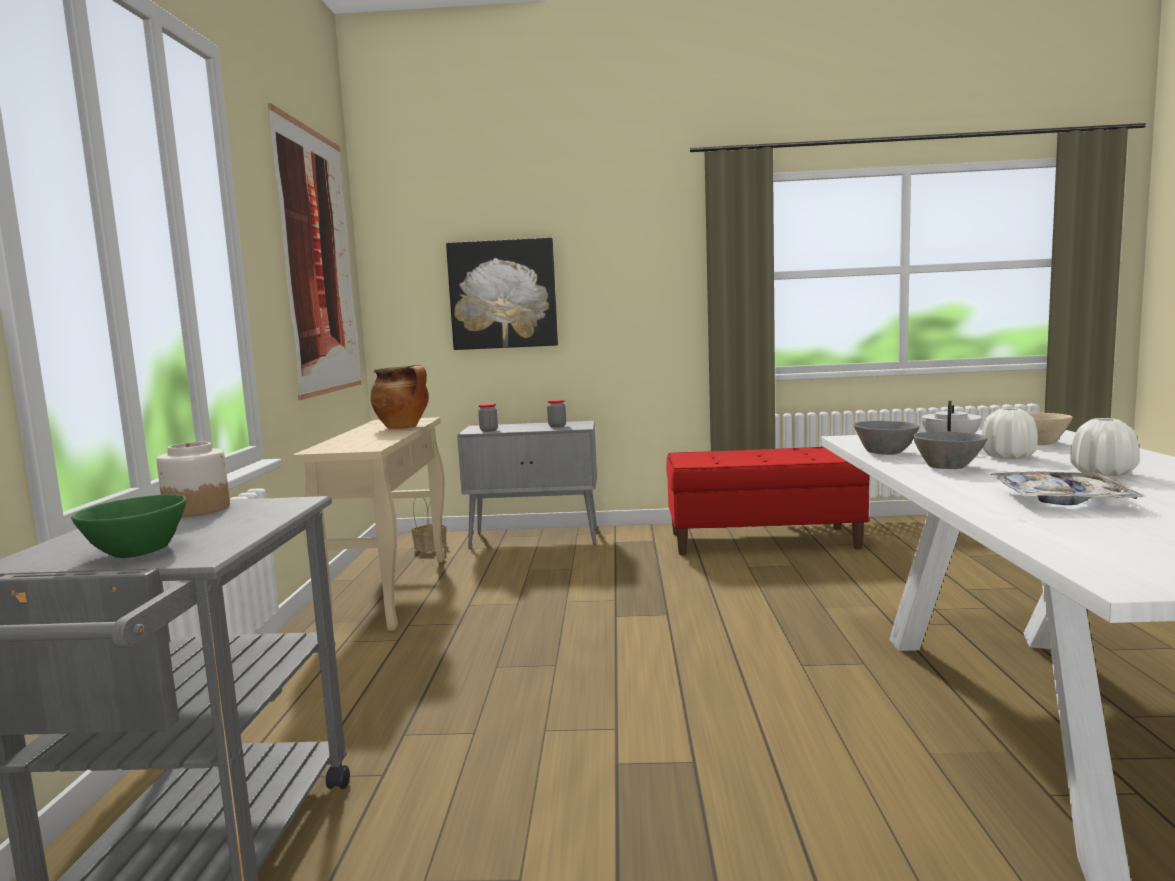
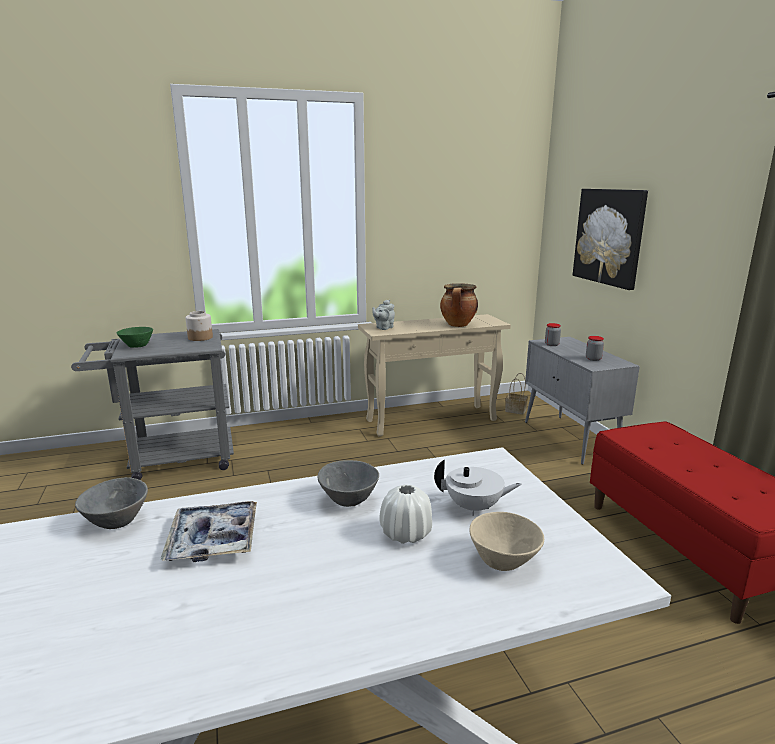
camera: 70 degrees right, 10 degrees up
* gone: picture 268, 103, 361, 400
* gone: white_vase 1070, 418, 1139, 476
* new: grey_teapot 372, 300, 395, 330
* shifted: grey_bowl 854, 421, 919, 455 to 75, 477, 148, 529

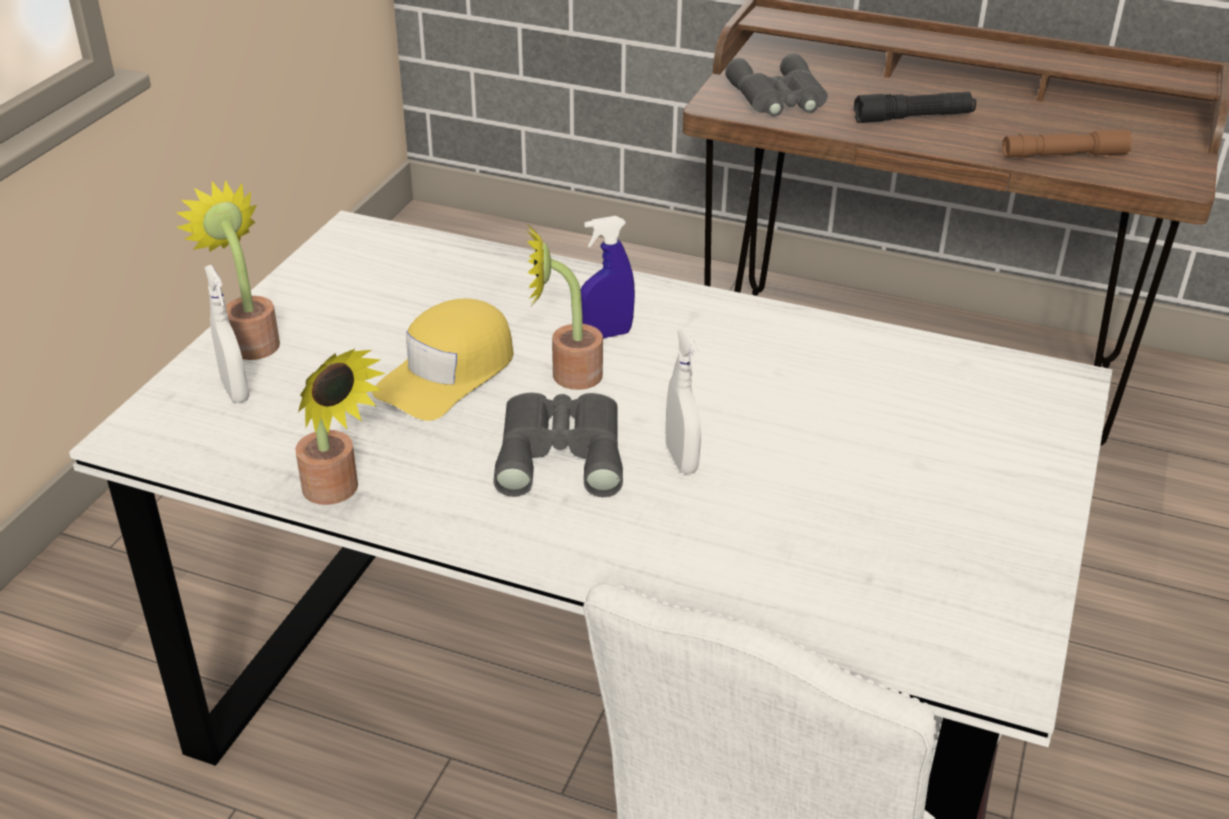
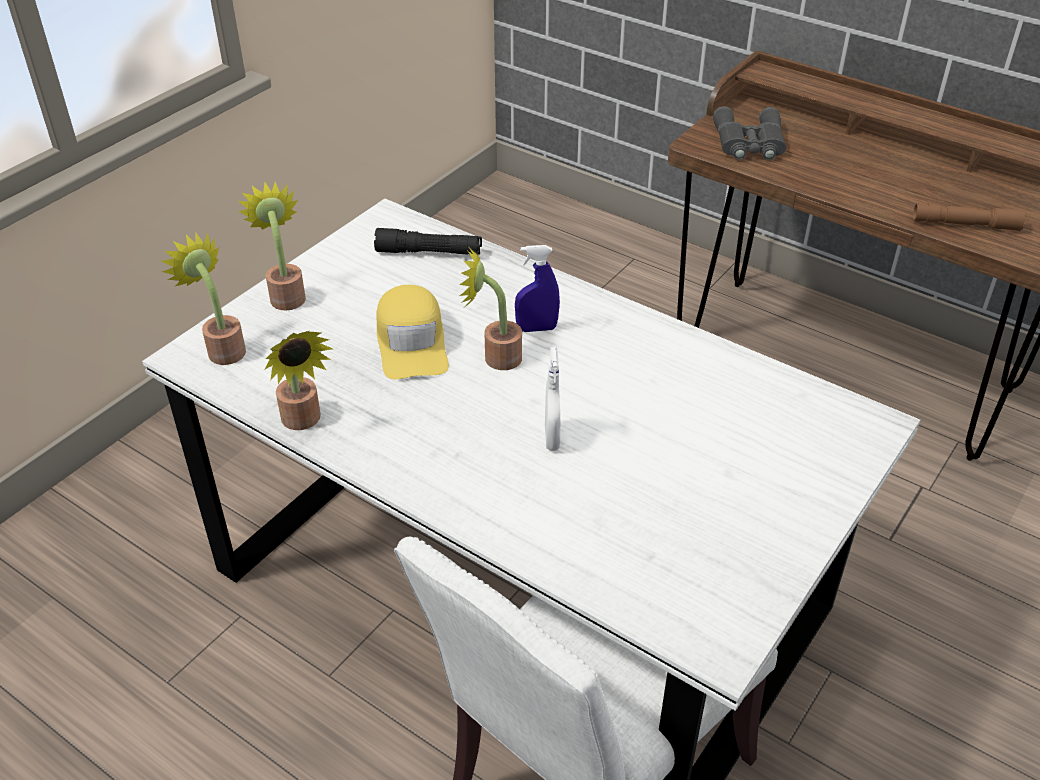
camera: 15 degrees right, 5 degrees up
* gone: white_spray_bottle 205, 265, 249, 403
* gone: grey_binoculars 493, 393, 623, 497
* new: potted_plant 161, 232, 246, 365
* shifted: black_flashlight 854, 92, 976, 123 to 374, 228, 482, 255
* rotated: yellow_cap 372, 299, 514, 421 = 376, 285, 449, 380 60 degrees counterclockwise

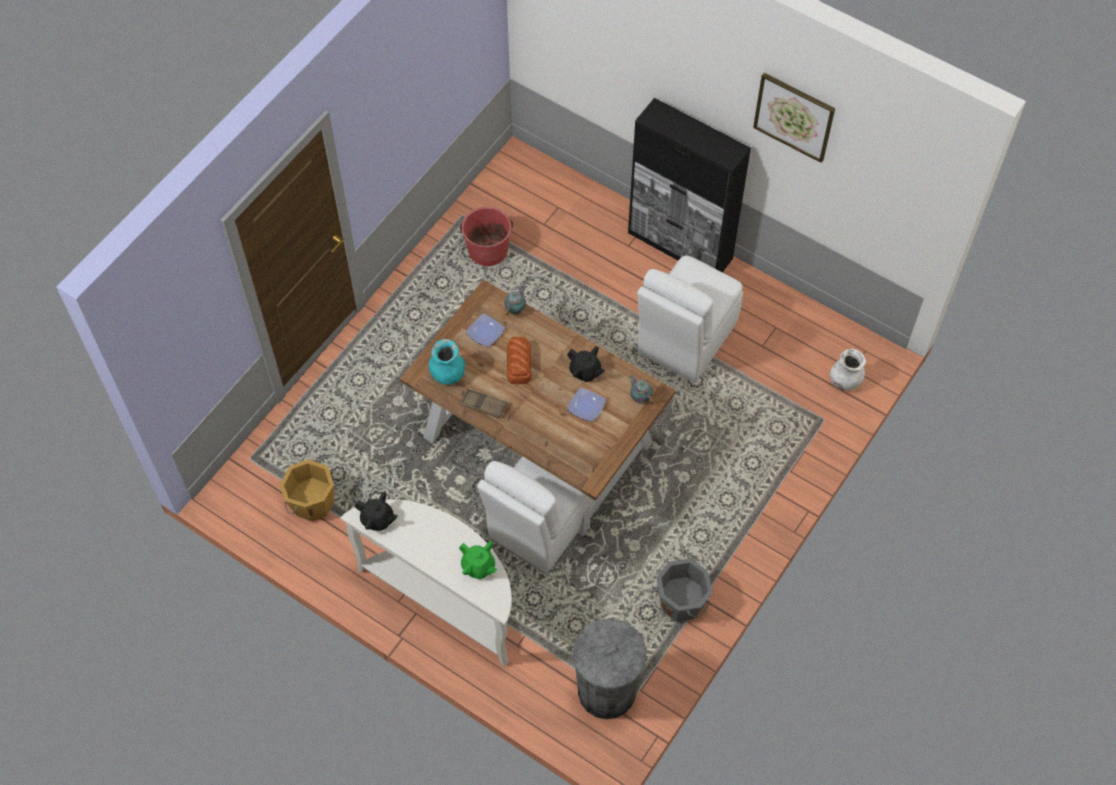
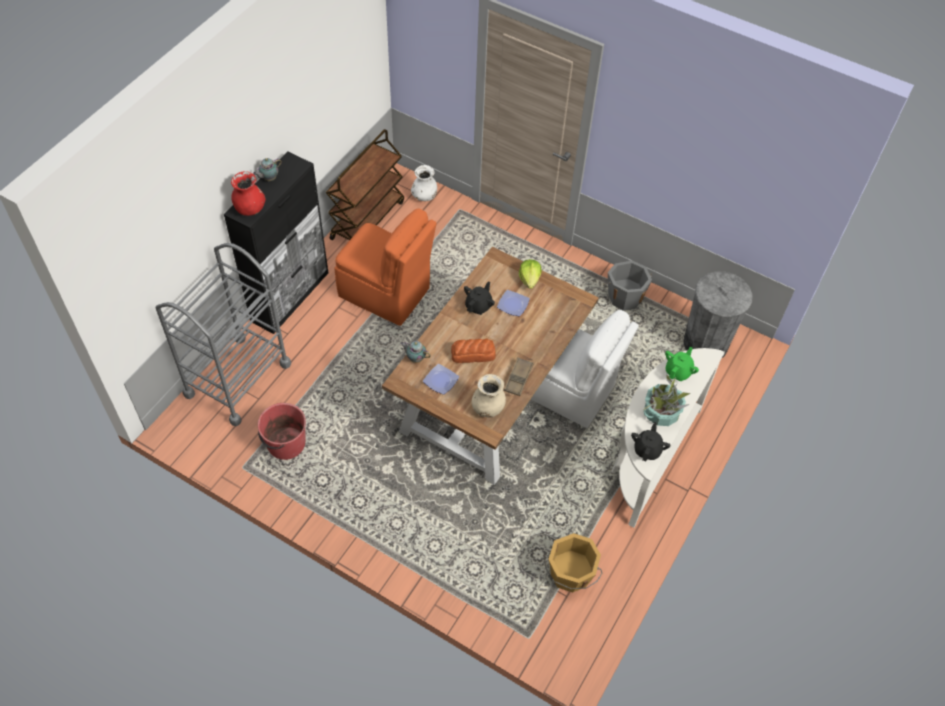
camera: 95 degrees left, 5 degrees down
* gone: picture 753, 73, 835, 163
* new: grey_cart 156, 243, 291, 426
* new: red_vase 231, 171, 266, 216
* new: brown_cart 326, 129, 404, 240
* new: lettuce 519, 259, 542, 289
* new: potted_plant 643, 373, 691, 426
* shifted: teapot 629, 375, 653, 404 to 253, 158, 282, 181
* repainted: turquoise_vase 429, 339, 465, 385 to beige_vase 472, 374, 506, 418
* repainted: white_chair 637, 256, 743, 383 to orange_chair 334, 208, 437, 326

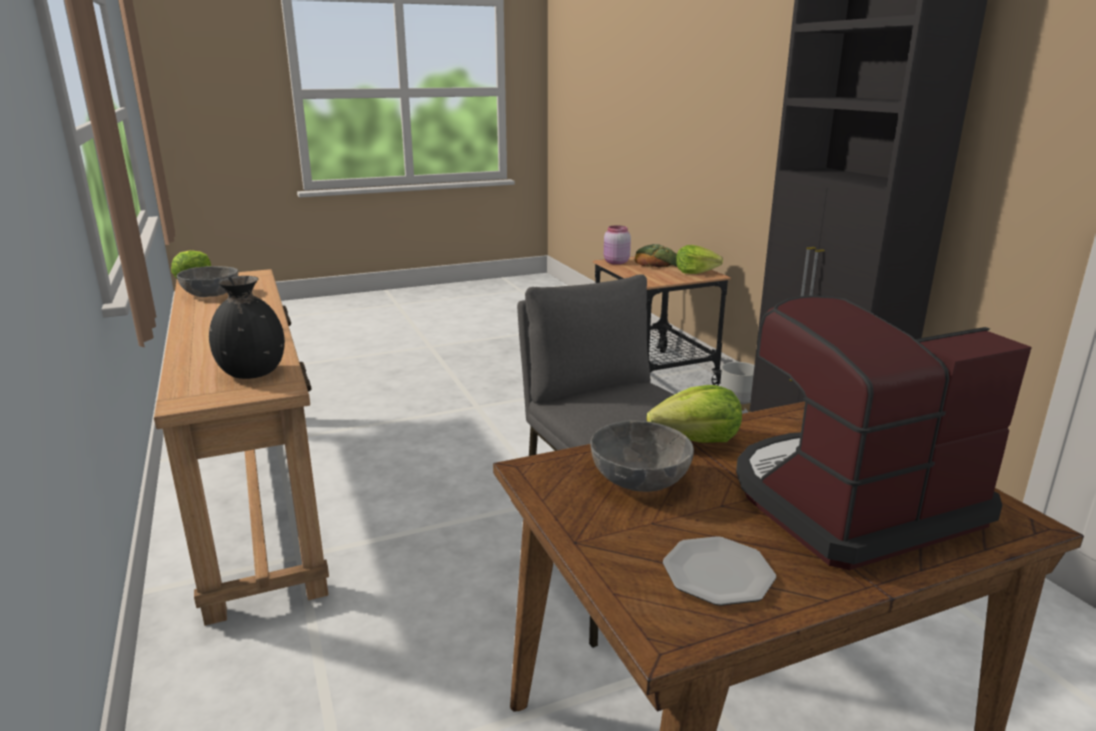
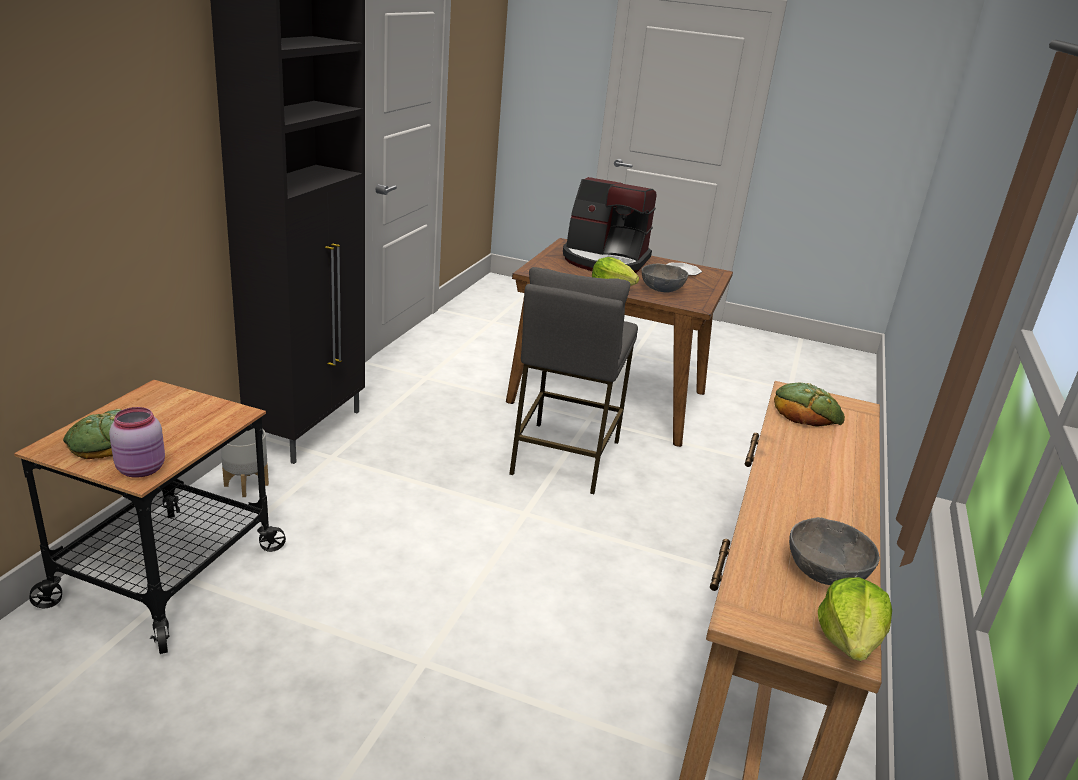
camera: 140 degrees left, 5 degrees up
* gone: lettuce 676, 245, 723, 274
* swapped: black_vase 209, 276, 285, 379 to bread 774, 383, 845, 427

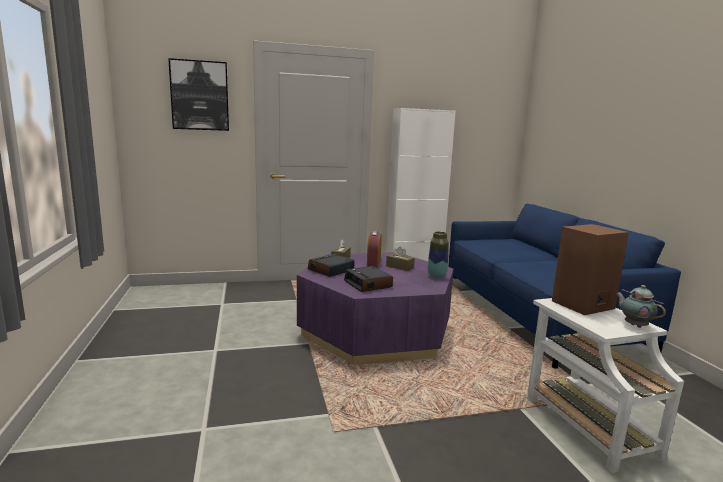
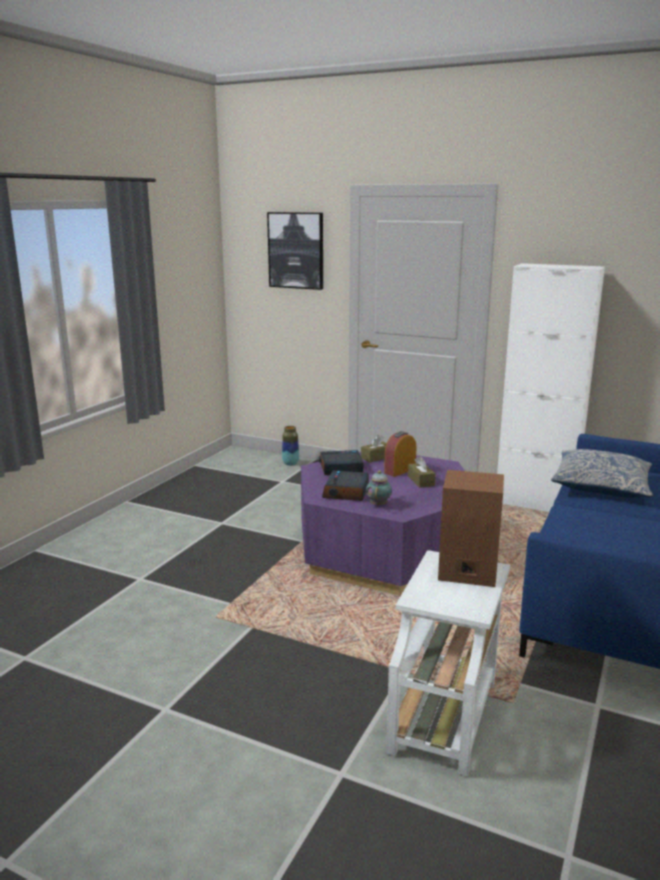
camera: 40 degrees right, 5 degrees up
* new: pillow 551, 449, 653, 498
* shifted: vase 428, 232, 449, 279 to 282, 426, 299, 466
* shifted: teapot 615, 285, 666, 328 to 366, 470, 392, 506

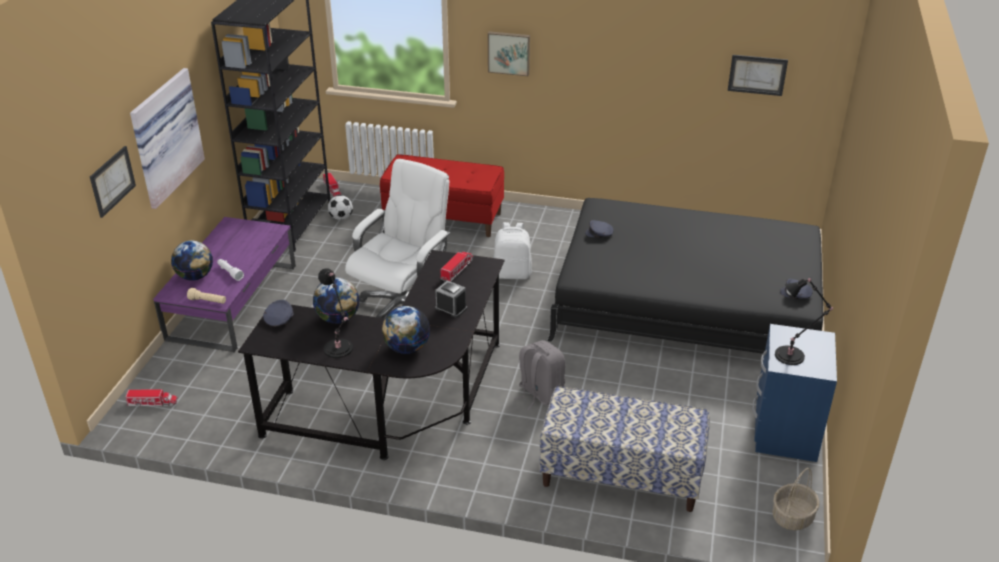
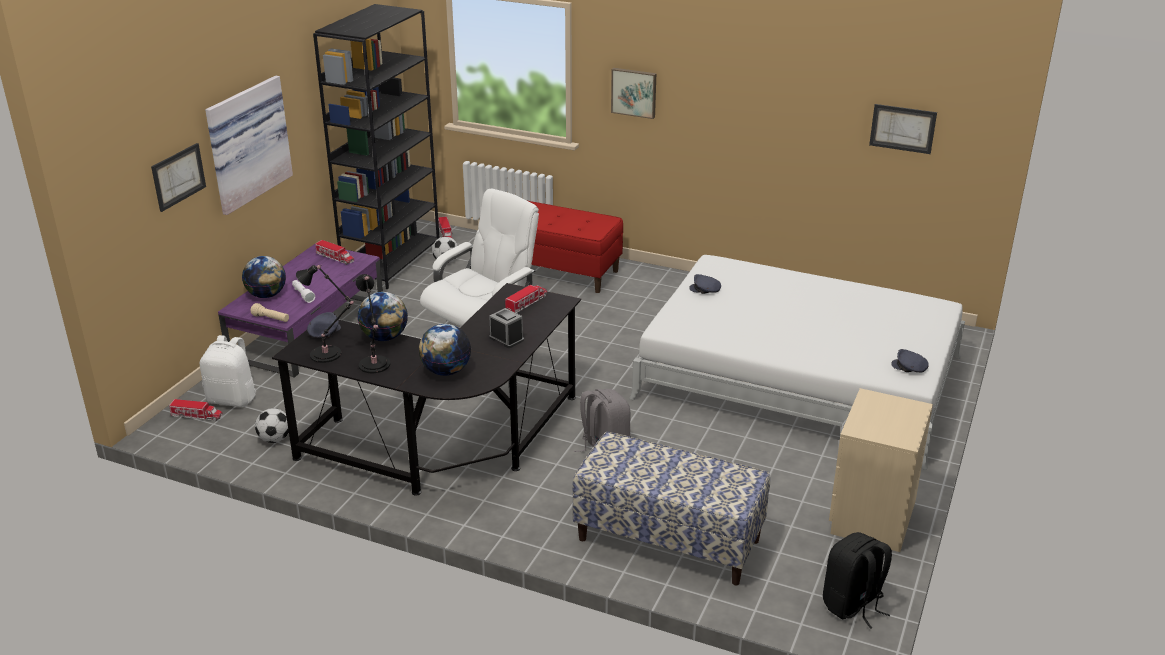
camera: 10 degrees right, 5 degrees down
* new: football 255, 408, 289, 443
* new: toy_truck 315, 240, 354, 265
* shifted: white_backpack 493, 222, 532, 279 to 200, 335, 256, 407
* shifted: black_table_lamp 775, 278, 833, 365 to 296, 265, 355, 363
* swapped: basket 772, 468, 820, 531 to black_backpack 823, 532, 892, 629
* repainted: black_bed 547, 198, 823, 354 to white_bed 629, 255, 965, 470
* repainted: blue_nightstand 752, 324, 837, 462 to beige_nightstand 829, 388, 933, 552

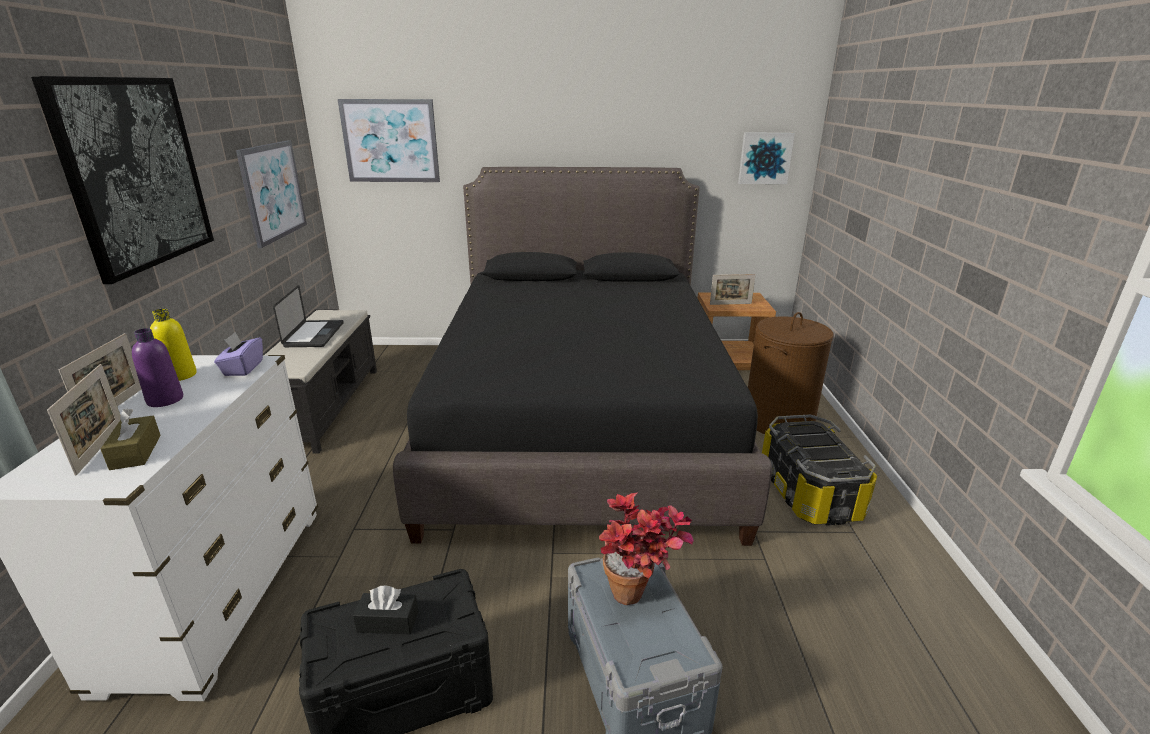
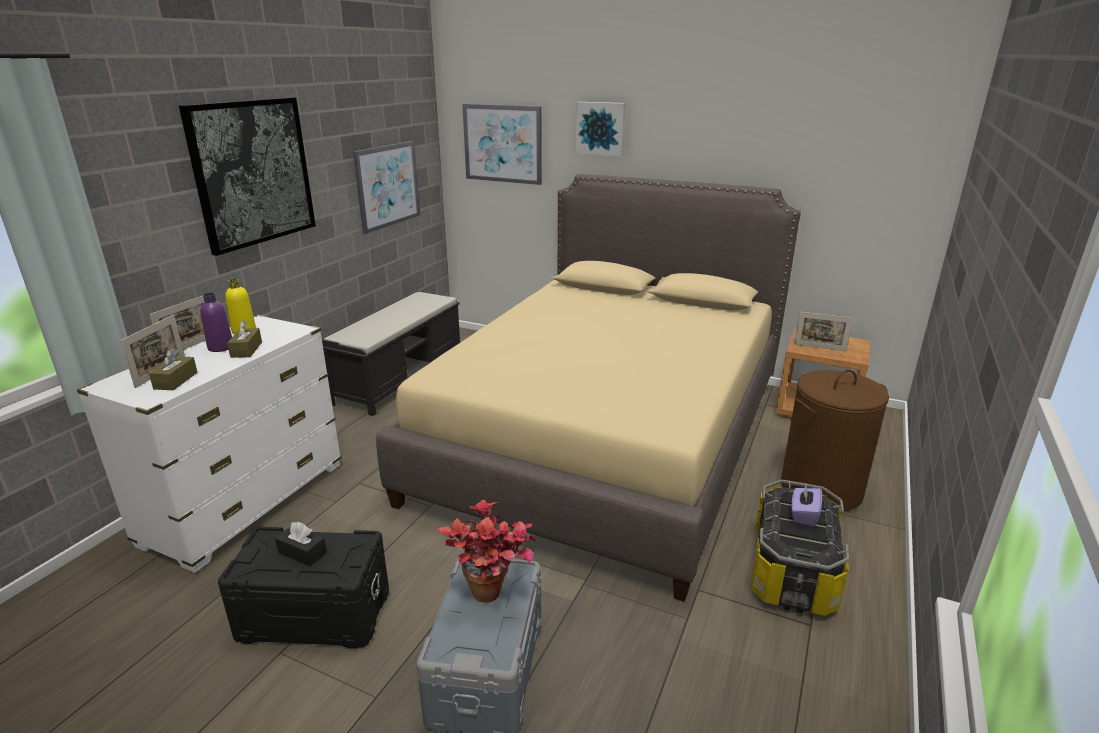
camera: 25 degrees right, 0 degrees up
* gone: laptop 273, 285, 344, 347
* new: brown_tissue_box 227, 320, 262, 358
* shifted: purple_tissue_box 214, 332, 263, 376 to 791, 484, 822, 527
* shifted: picture 738, 133, 795, 184 to 576, 102, 626, 156
* repainted: black_bed 393, 167, 772, 546 to beige_bed 376, 174, 801, 602

